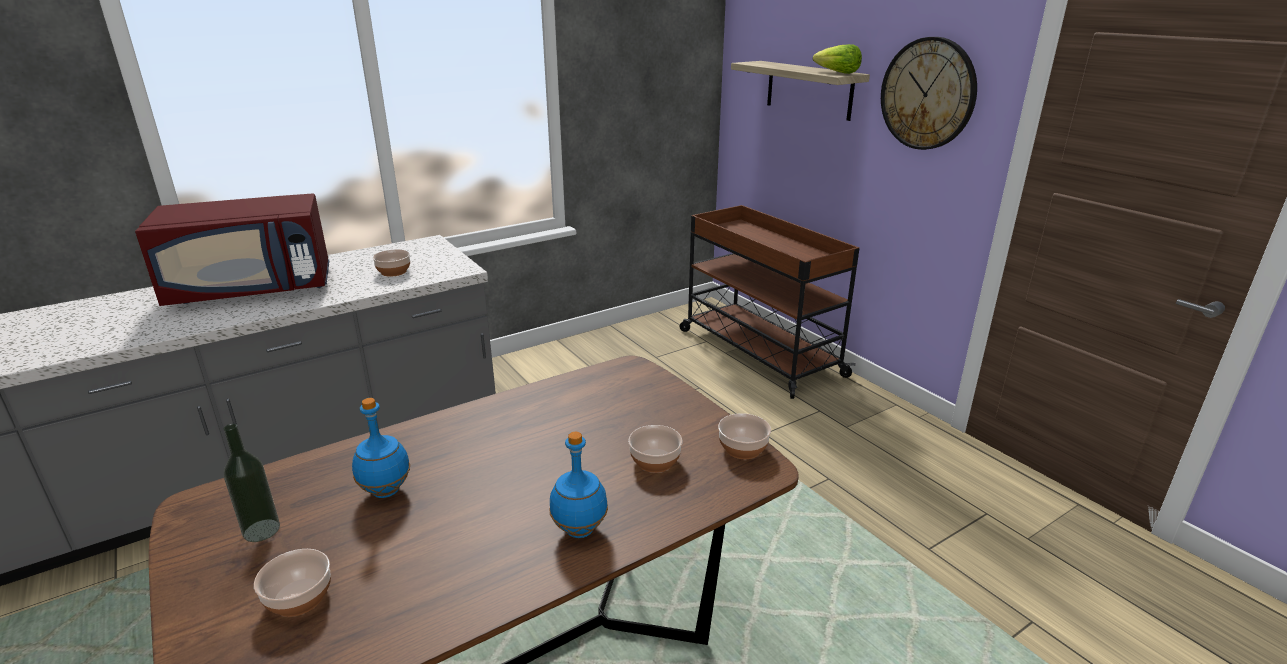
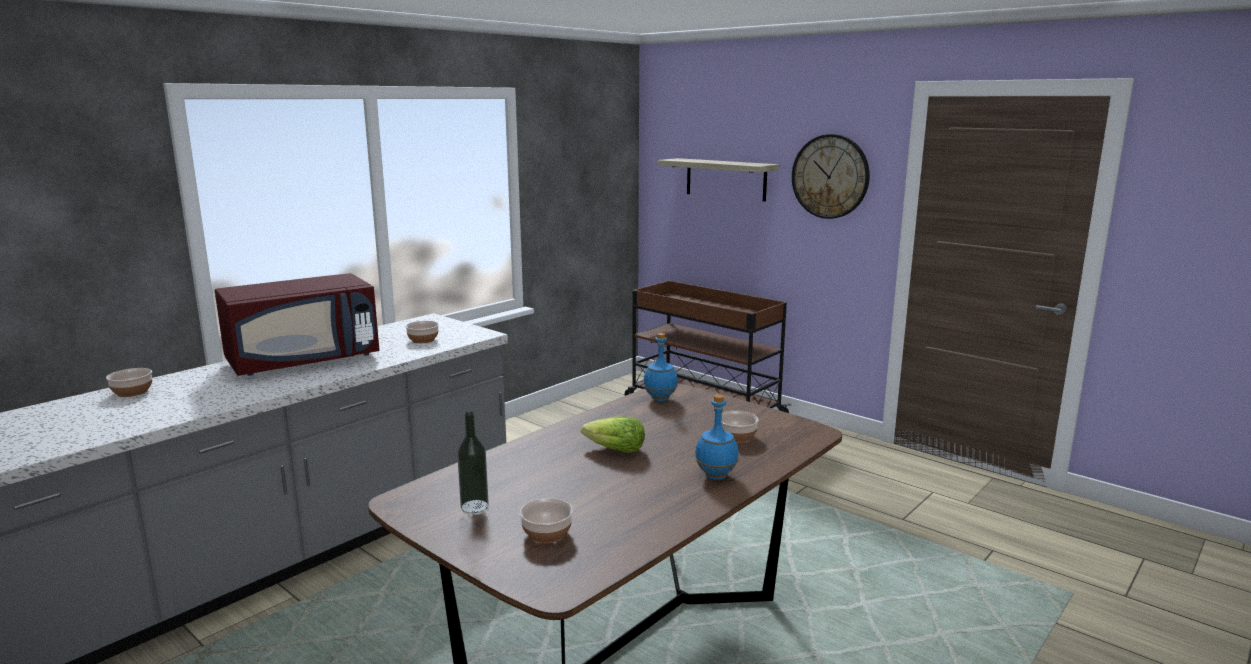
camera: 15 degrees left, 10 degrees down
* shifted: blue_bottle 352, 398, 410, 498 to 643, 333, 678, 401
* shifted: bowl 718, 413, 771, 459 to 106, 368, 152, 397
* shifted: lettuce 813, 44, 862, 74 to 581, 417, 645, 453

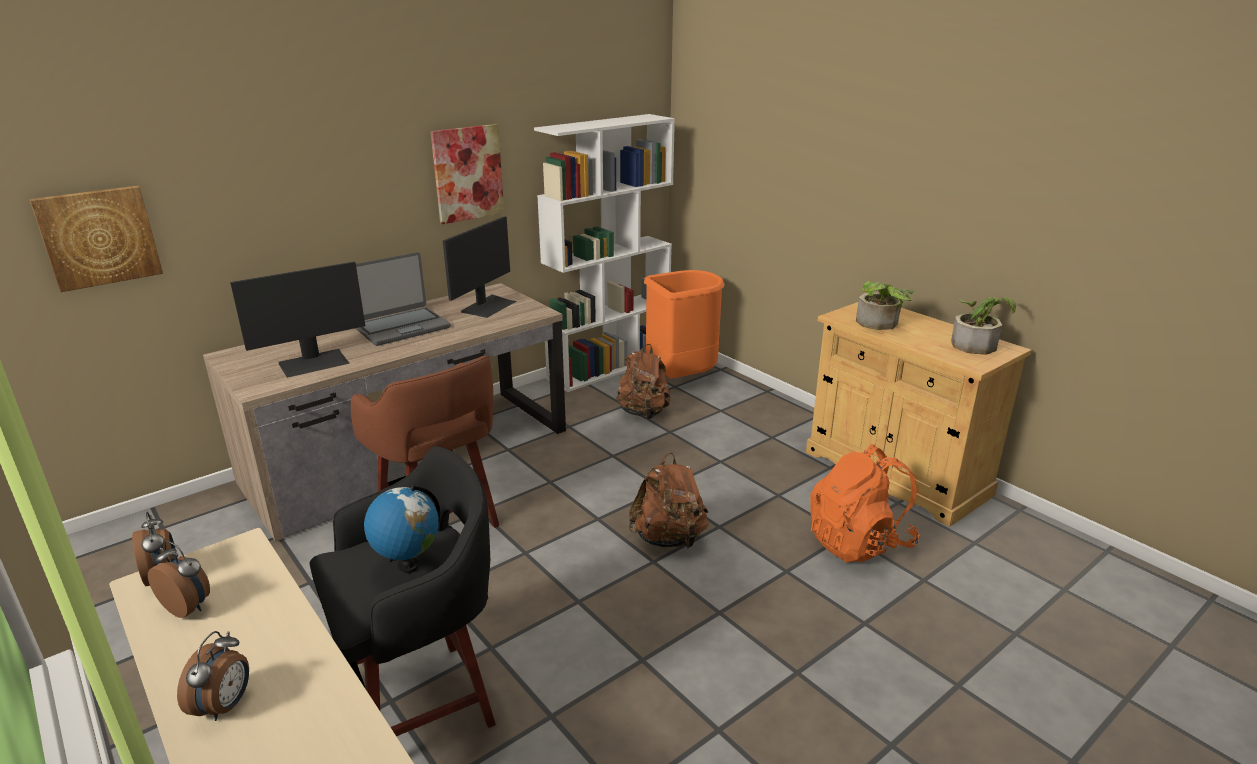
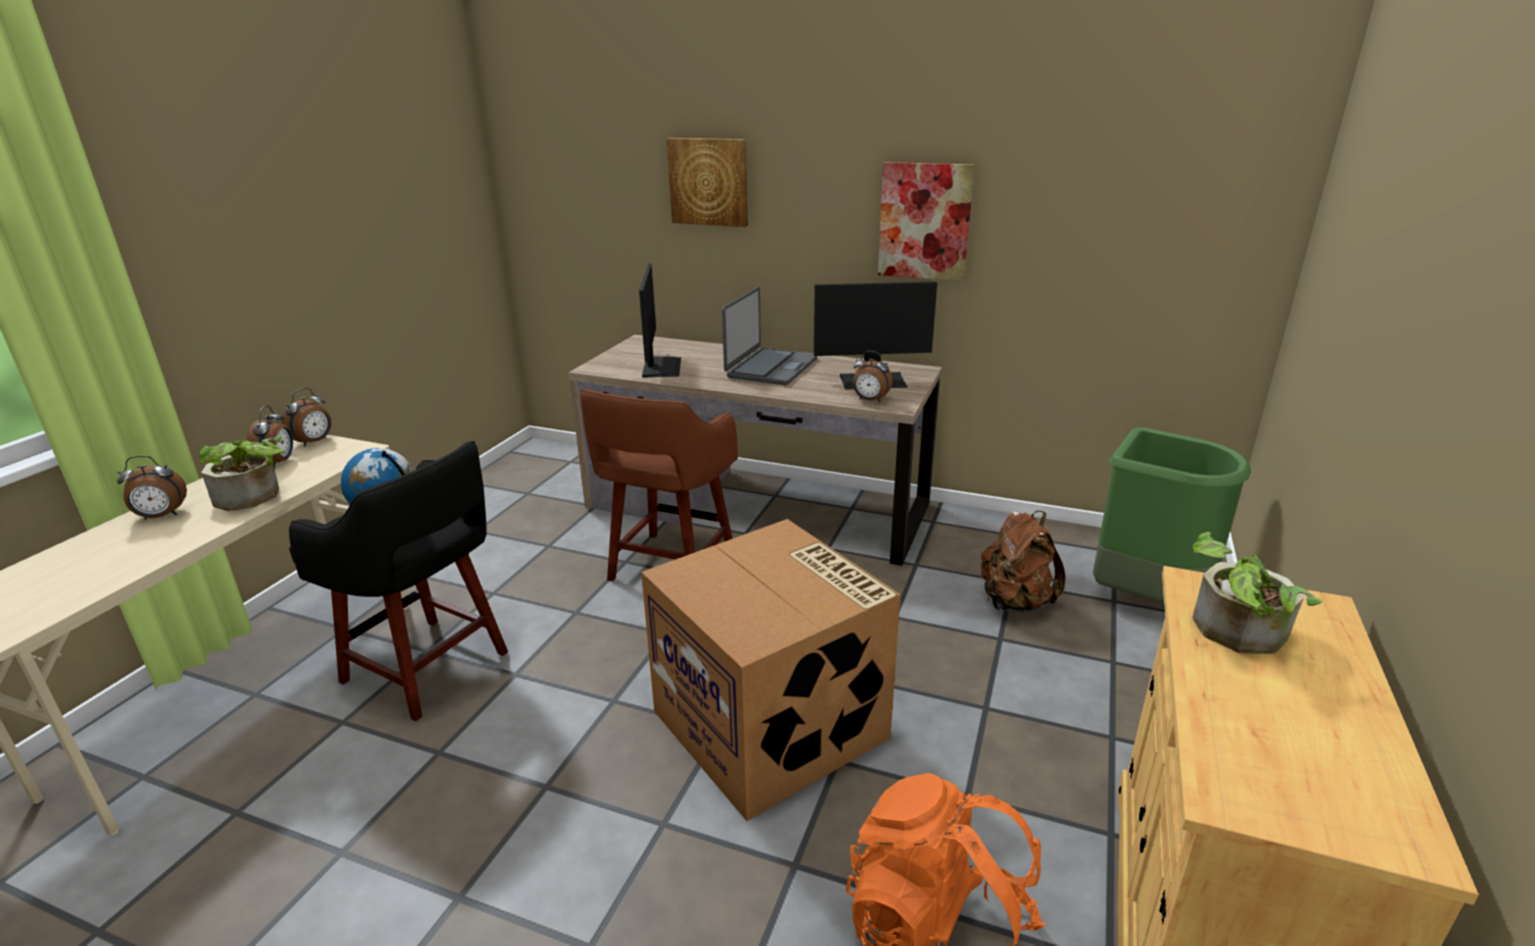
camera: 60 degrees right, 0 degrees up
* gone: white_bookcase 534, 114, 675, 392
* new: alarm_clock 853, 351, 893, 403
* shifted: picture 29, 186, 163, 292 to 667, 138, 748, 227
* shifted: potted_plant 951, 297, 1016, 355 to 199, 436, 285, 511
* swapped: brown_backpack 629, 453, 709, 549 to cardboard_box 641, 519, 901, 821
* repainted: orange_trash_can 644, 270, 725, 379 to green_trash_can 1093, 427, 1251, 604
* rotated: monitor 230, 261, 365, 378 = 639, 263, 681, 378 120 degrees counterclockwise
* rotated: laptop 355, 252, 451, 346 = 722, 287, 817, 385 90 degrees counterclockwise

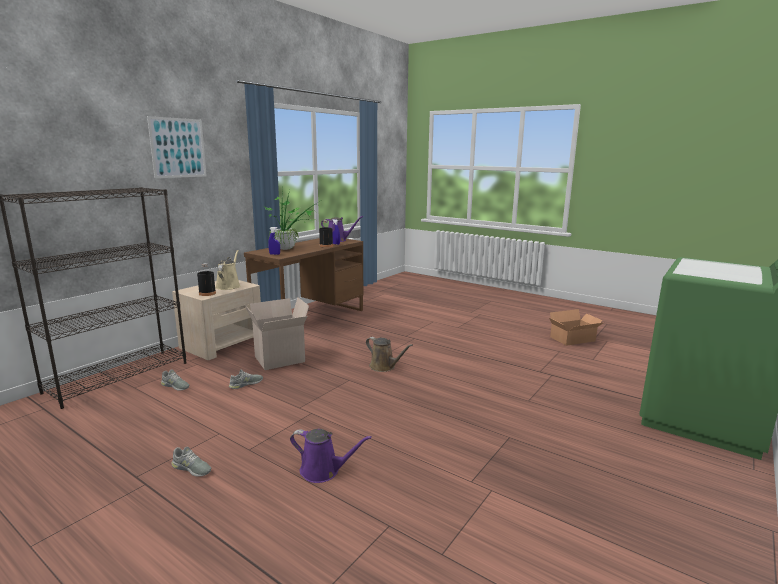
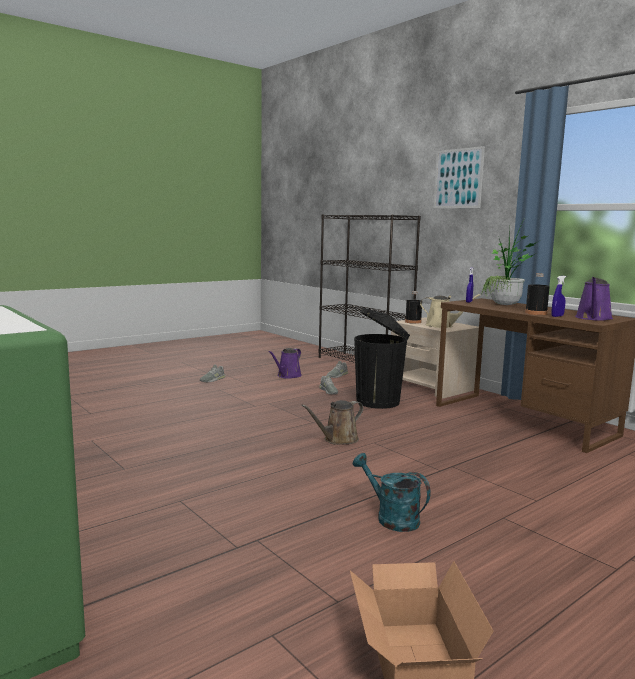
camera: 105 degrees right, 5 degrees down
* new: turquoise_watering_can 353, 453, 431, 532
* shifted: purple_watering_can 290, 429, 372, 483 to 268, 348, 302, 379
* swapped: cardboard_box 244, 297, 309, 370 to black_trash_can 354, 307, 410, 409

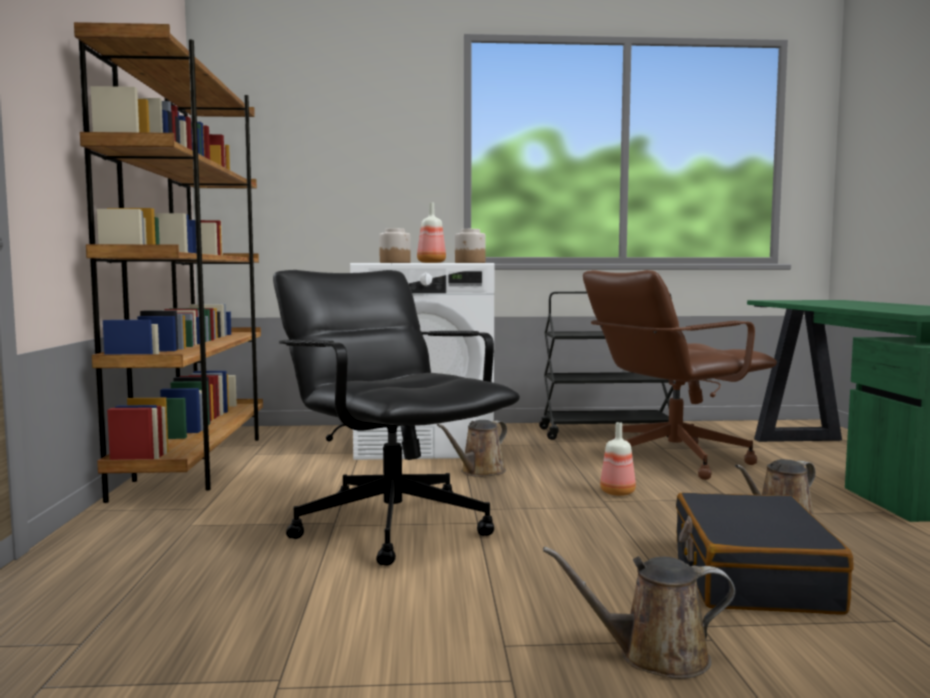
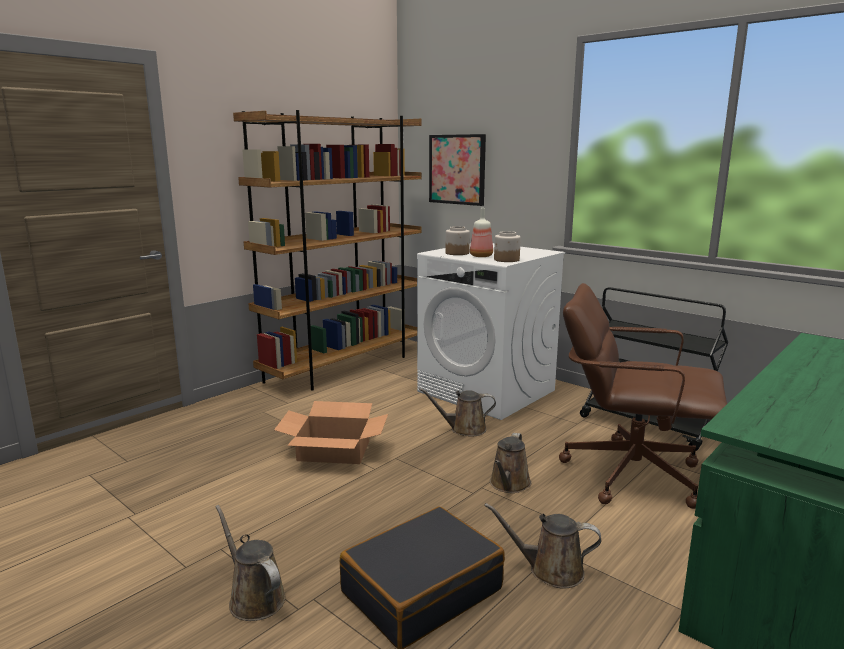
camera: 45 degrees right, 10 degrees up
* new: picture 429, 134, 486, 206
* swapped: black_office_chair 273, 270, 520, 566 to cardboard_box 274, 401, 388, 464
* swapped: bottle 600, 422, 636, 496 to brown_watering_can 490, 433, 531, 493

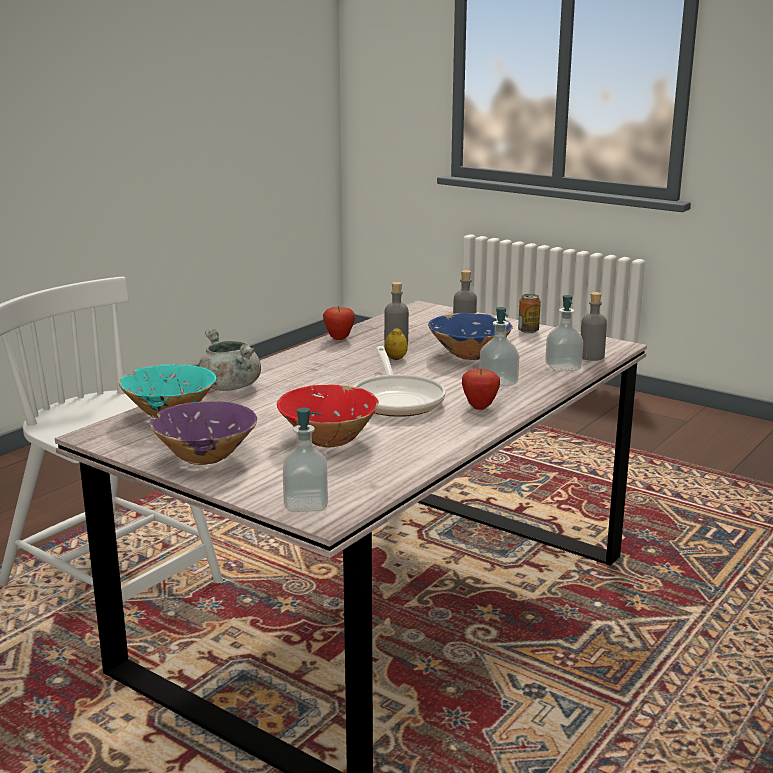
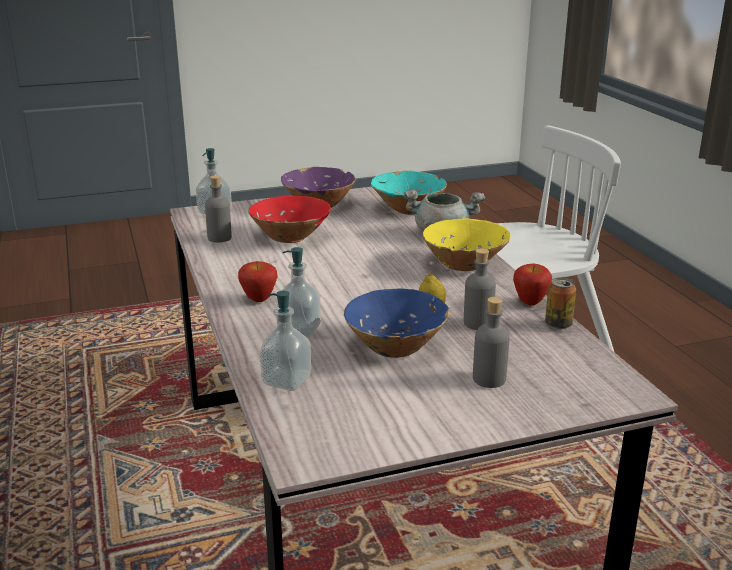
camera: 125 degrees right, 5 degrees up
* gone: frying_pan 354, 346, 446, 417
* new: yellow_bowl 422, 218, 510, 271
* shifted: can 518, 294, 541, 333 to 545, 277, 576, 329
* shifted: grey_bottle 581, 292, 607, 361 to 205, 175, 232, 243

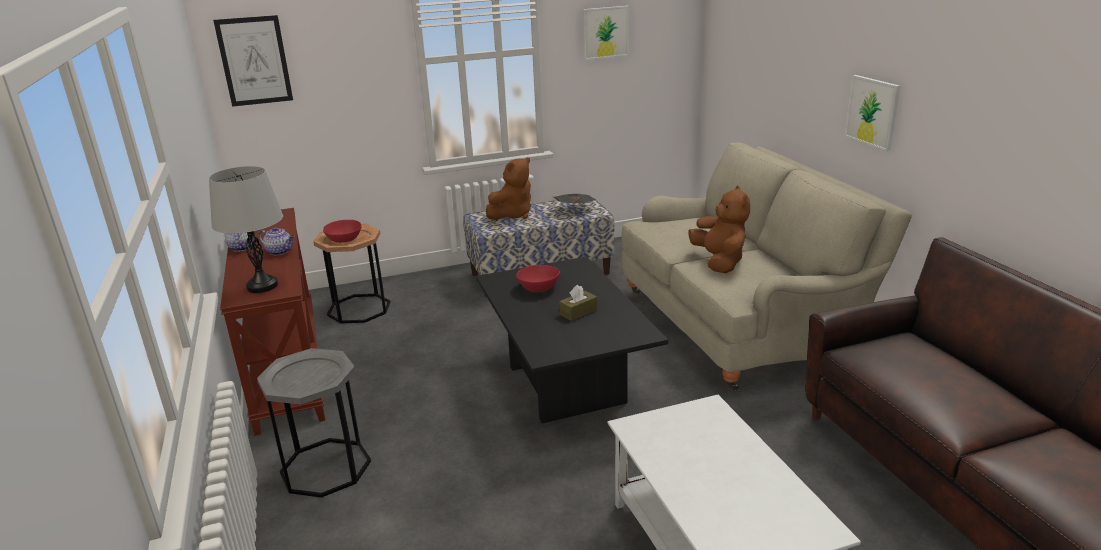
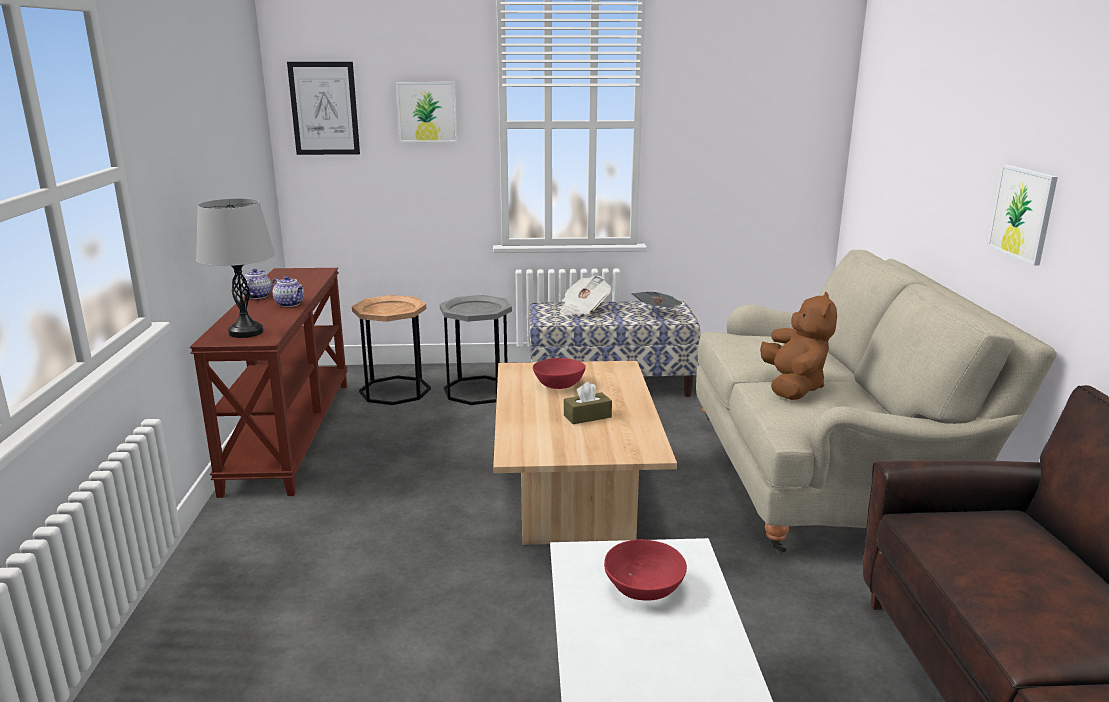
camera: 15 degrees right, 5 degrees down
* shifted: grey_side_table 257, 348, 371, 498 to 440, 295, 512, 405
* shifted: red_bowl 323, 220, 362, 243 to 604, 539, 687, 601
* shifted: picture 583, 6, 629, 60 to 396, 82, 458, 143
* swapped: brown_plush_toy 486, 157, 531, 220 to newspaper 560, 276, 611, 315
* repainted: black_coffee_table 476, 256, 668, 423 to beige_coffee_table 493, 361, 677, 545

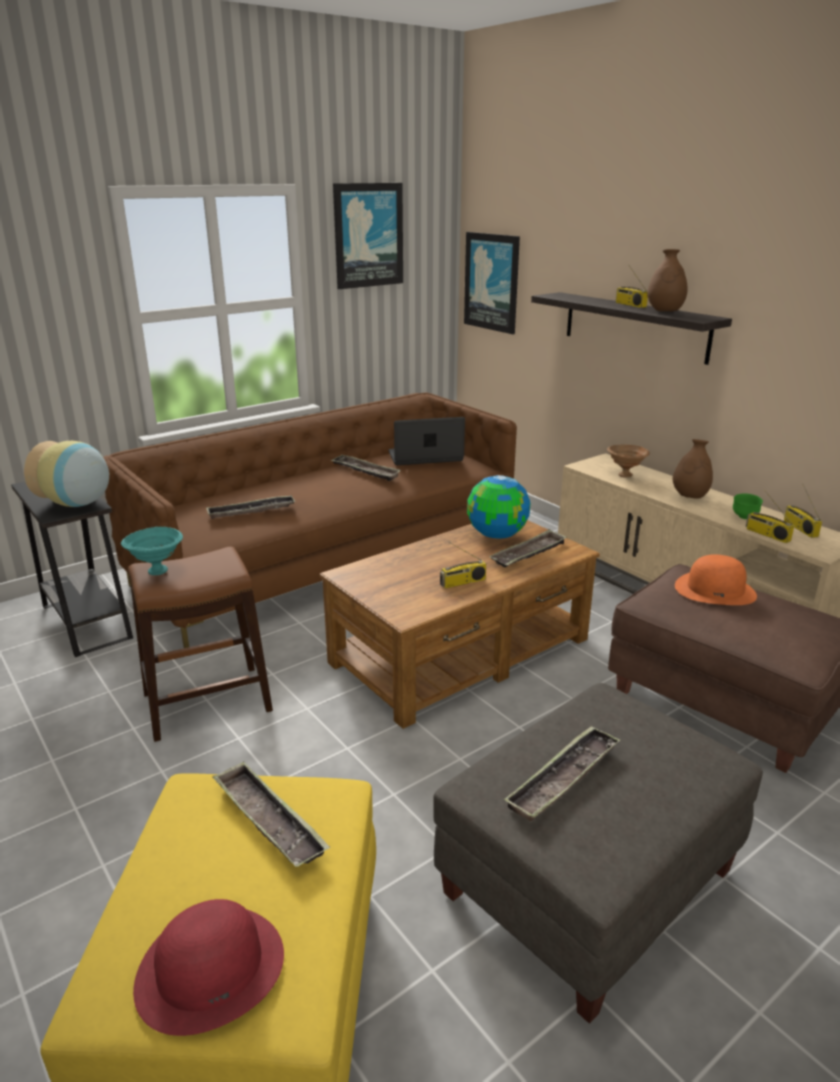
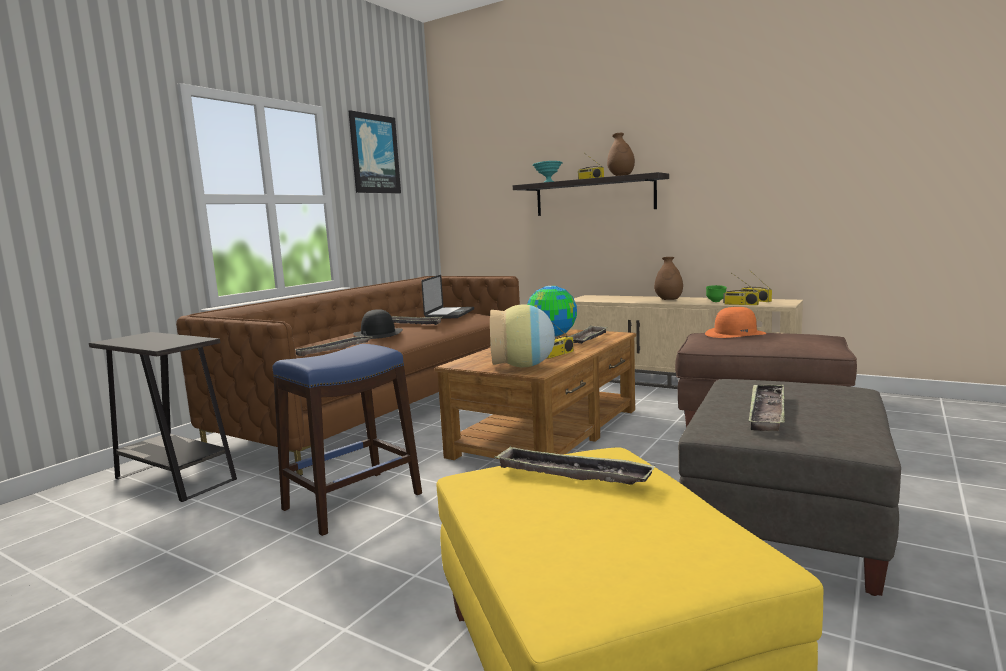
camera: 20 degrees left, 15 degrees down
* gone: red_hat 133, 899, 284, 1036
* gone: picture 464, 232, 520, 334
* gone: brown_bowl 607, 444, 650, 478
* new: black_hat 353, 309, 403, 339
* shifted: vase 24, 441, 109, 507 to 490, 304, 555, 367
* shifted: turquoise_bowl 121, 527, 183, 575 to 532, 161, 563, 182
* repainted: brown_stool 128, 547, 273, 742 to blue_stool 273, 344, 422, 536
* rotated: laptop 388, 417, 465, 465 = 421, 275, 474, 319 135 degrees clockwise

